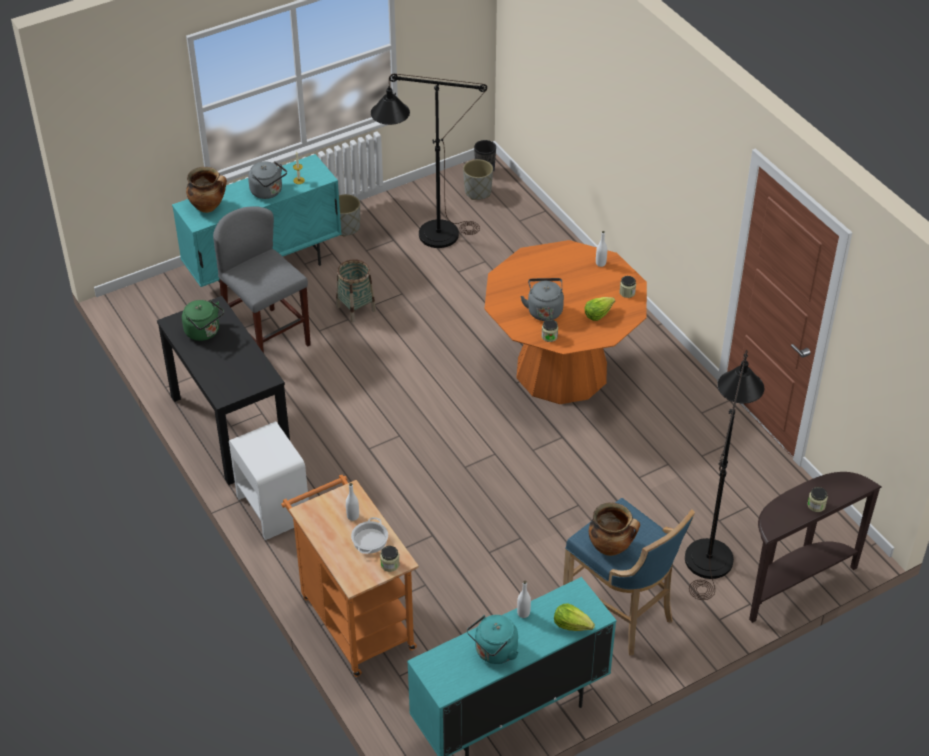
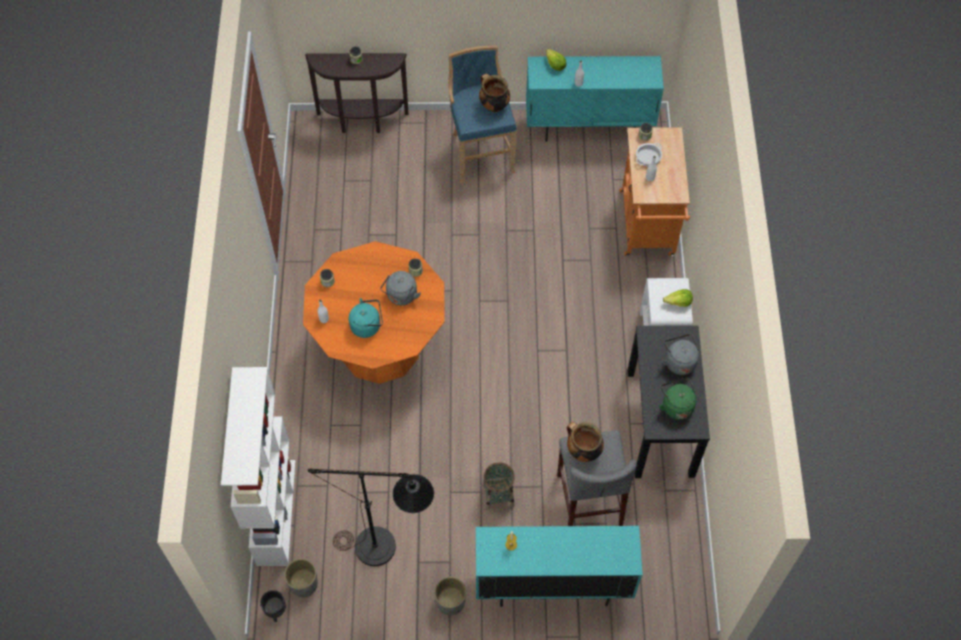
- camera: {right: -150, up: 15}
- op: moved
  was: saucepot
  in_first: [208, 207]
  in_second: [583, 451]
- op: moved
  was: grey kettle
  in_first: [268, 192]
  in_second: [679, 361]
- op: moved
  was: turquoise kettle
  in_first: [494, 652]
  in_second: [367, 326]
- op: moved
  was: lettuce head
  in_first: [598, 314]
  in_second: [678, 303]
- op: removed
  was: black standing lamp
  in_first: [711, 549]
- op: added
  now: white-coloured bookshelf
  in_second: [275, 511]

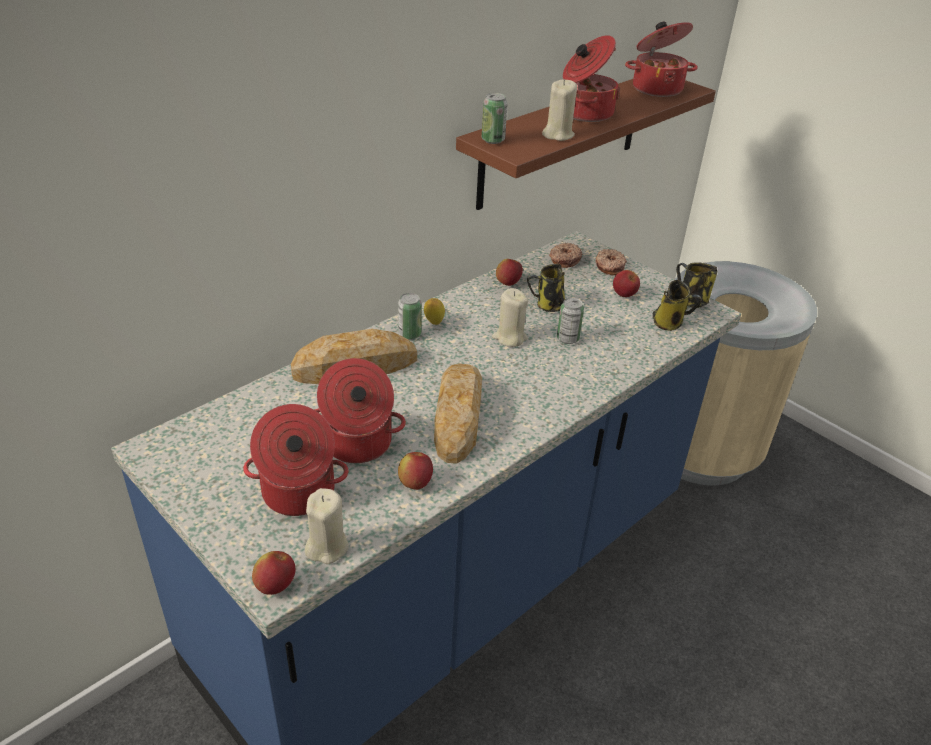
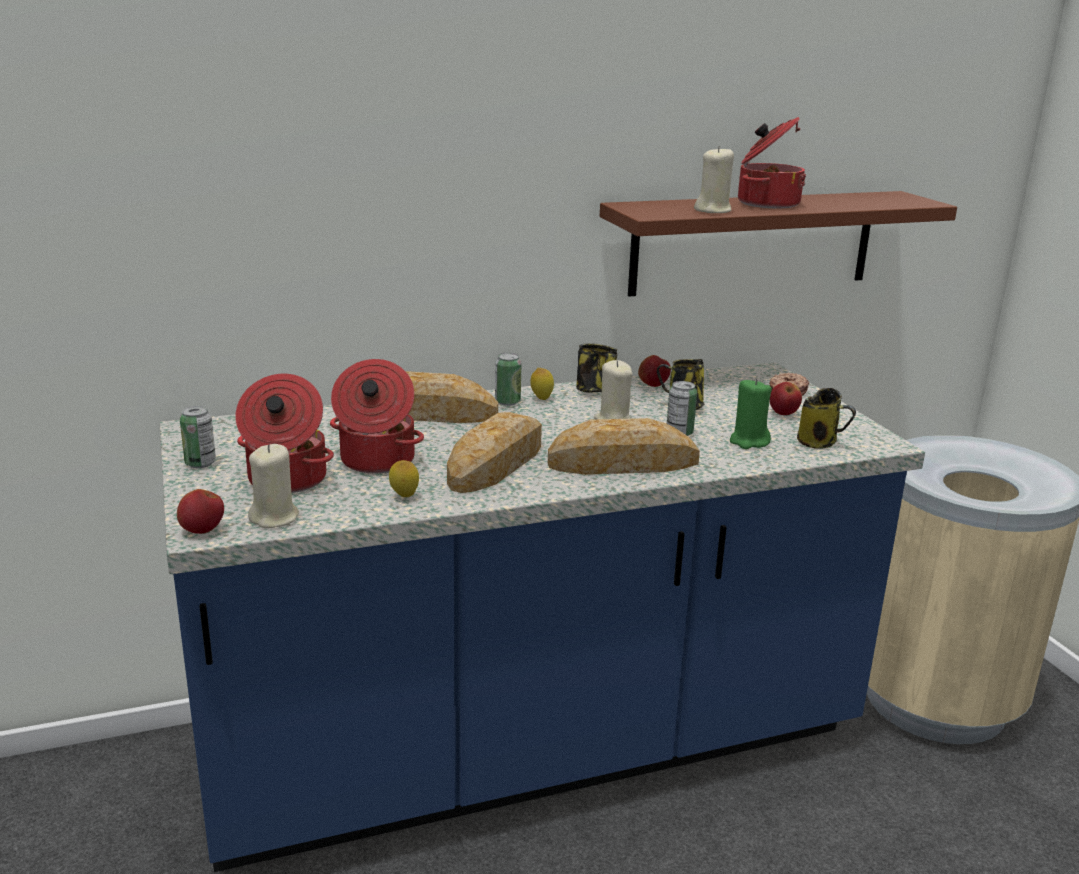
- camera: {right: 25, up: -15}
- op: replaced
  was: apple
  now: lemon
  in_first: [415, 483]
  in_second: [404, 497]
- op: moved
  was: can
  in_first: [493, 140]
  in_second: [200, 463]
- op: removed
  was: donut
  in_first: [564, 260]
- op: removed
  was: saucepot
  in_first: [656, 88]
- op: moved
  was: tea mug
  in_first: [690, 301]
  in_second: [592, 390]
- op: added
  now: baked bread
  in_second: [623, 463]
- op: added
  now: green candle
  in_second: [749, 441]

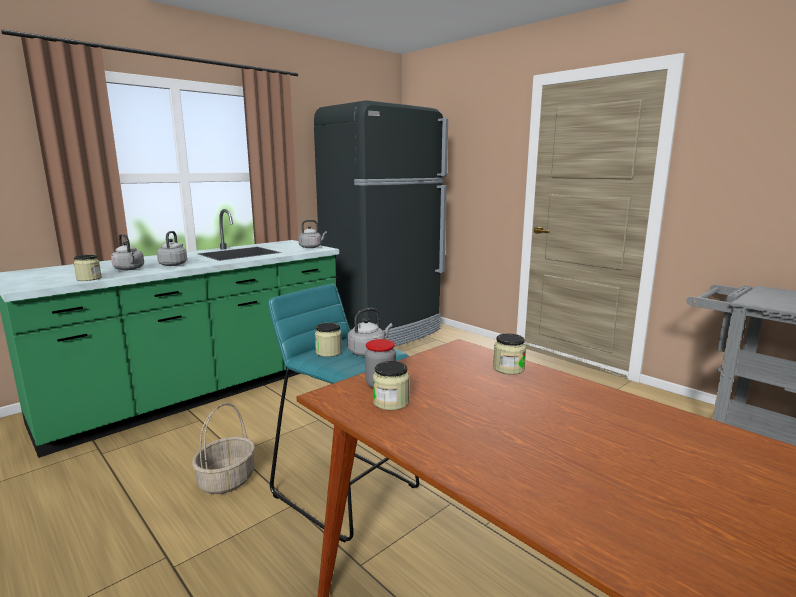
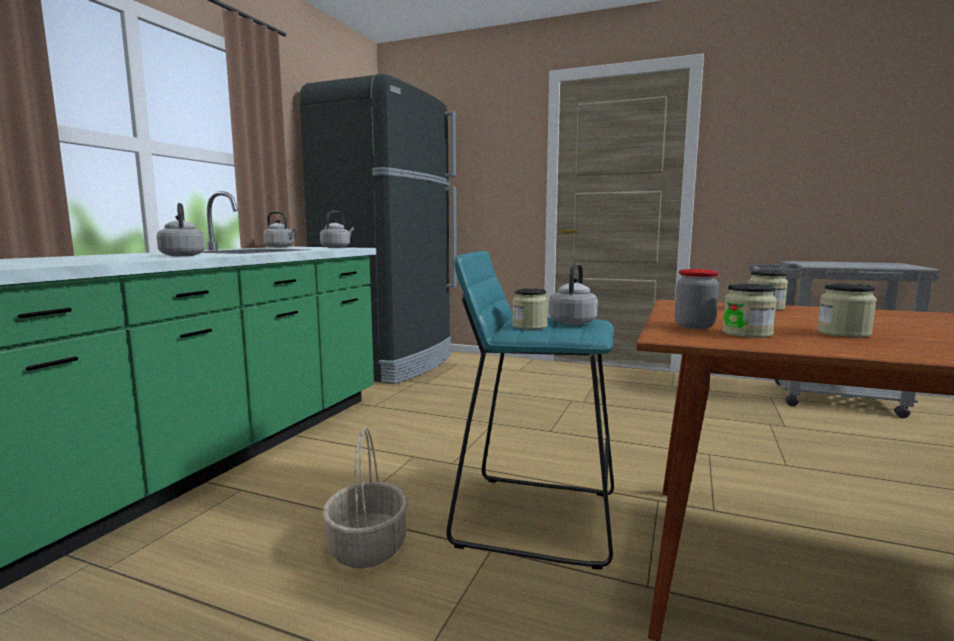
- camera: {right: -25, up: -5}
- op: moved
  was: preserve jar
  in_first: [89, 278]
  in_second: [843, 333]
- op: moved
  was: grey kettle
  in_first: [129, 269]
  in_second: [281, 247]

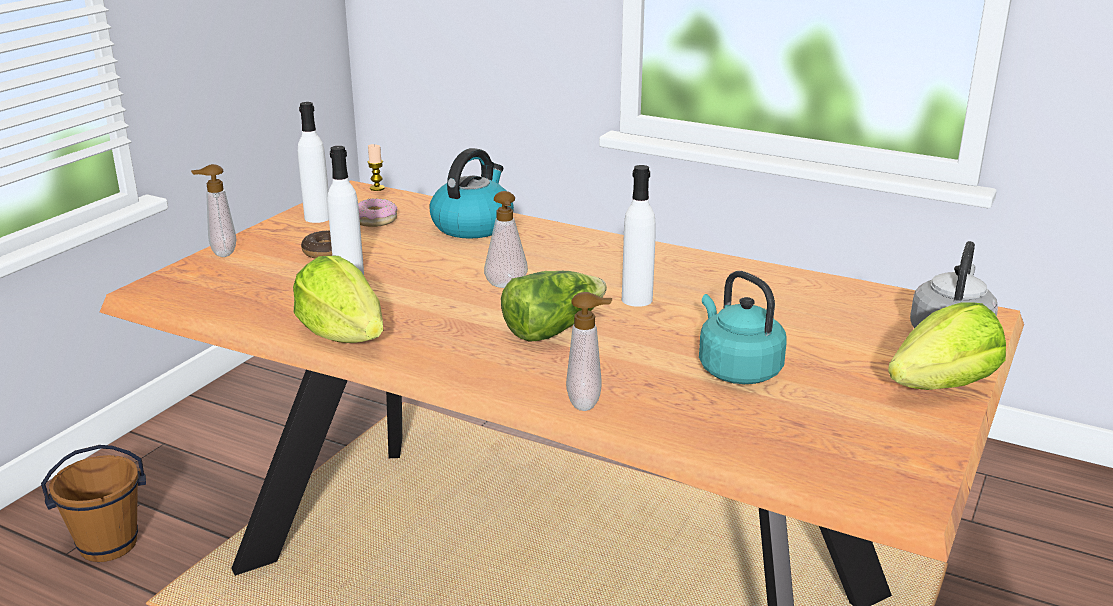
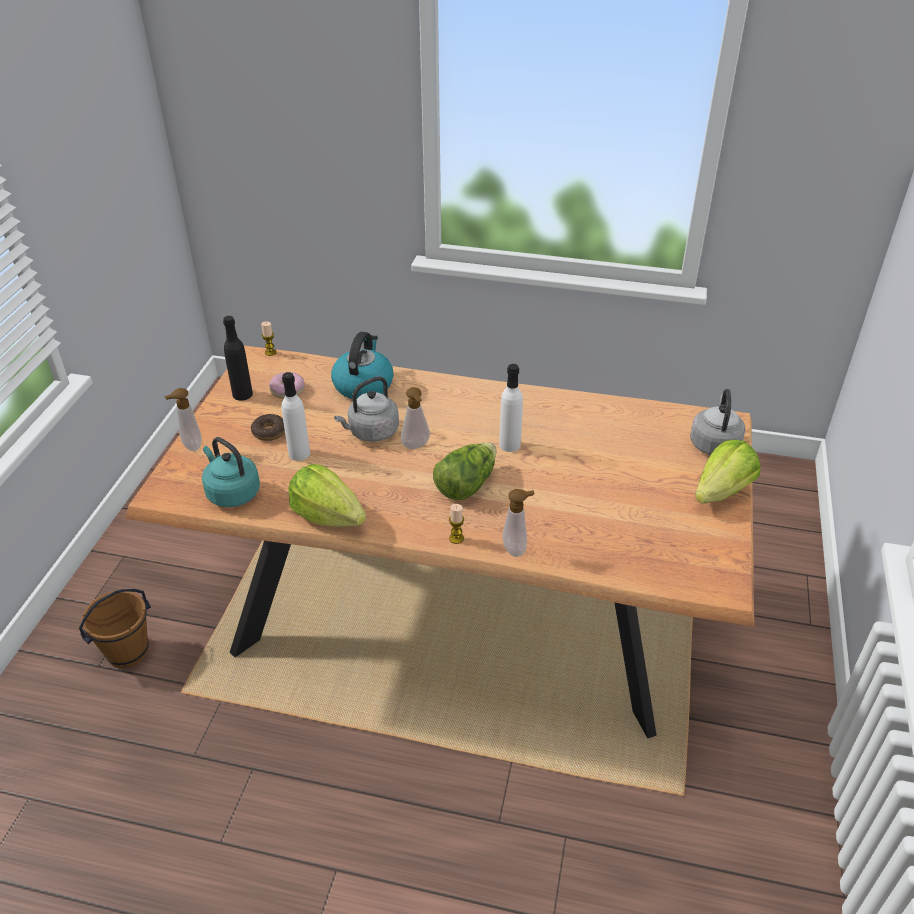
- camera: {right: -15, up: 15}
- op: recoloured
  was: white-coloured beverage bottle
  now: black beverage bottle
  in_first: [317, 218]
  in_second: [242, 394]
- op: moved
  was: turquoise kettle
  in_first: [736, 369]
  in_second: [231, 493]
- op: added
  now: grey kettle
  in_second: [371, 432]
- op: added
  now: candle
  in_second: [456, 538]

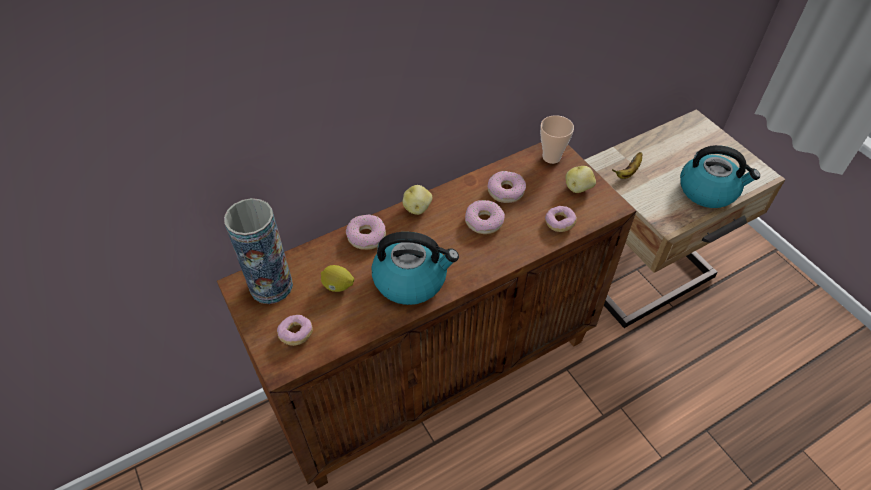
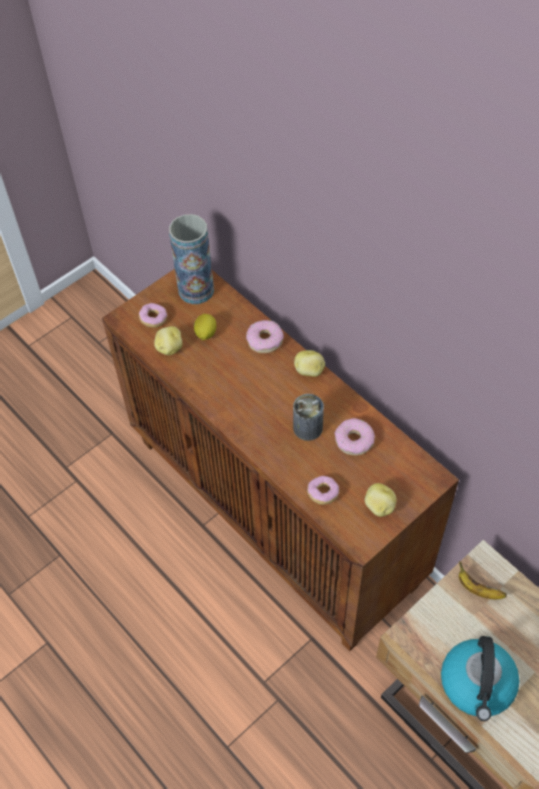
- camera: {right: 80, up: 5}
- op: removed
  was: kettle
  in_first: [411, 279]
- op: replaced
  was: donut
  now: can
  in_first: [484, 221]
  in_second: [308, 428]
- op: removed
  was: drinking cup
  in_first: [551, 157]
- op: added
  now: potato
  in_second: [169, 348]

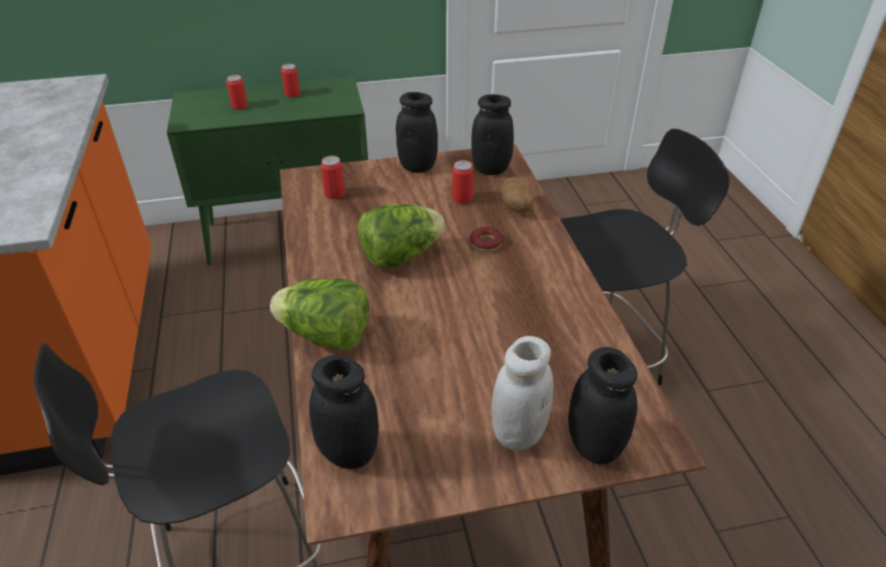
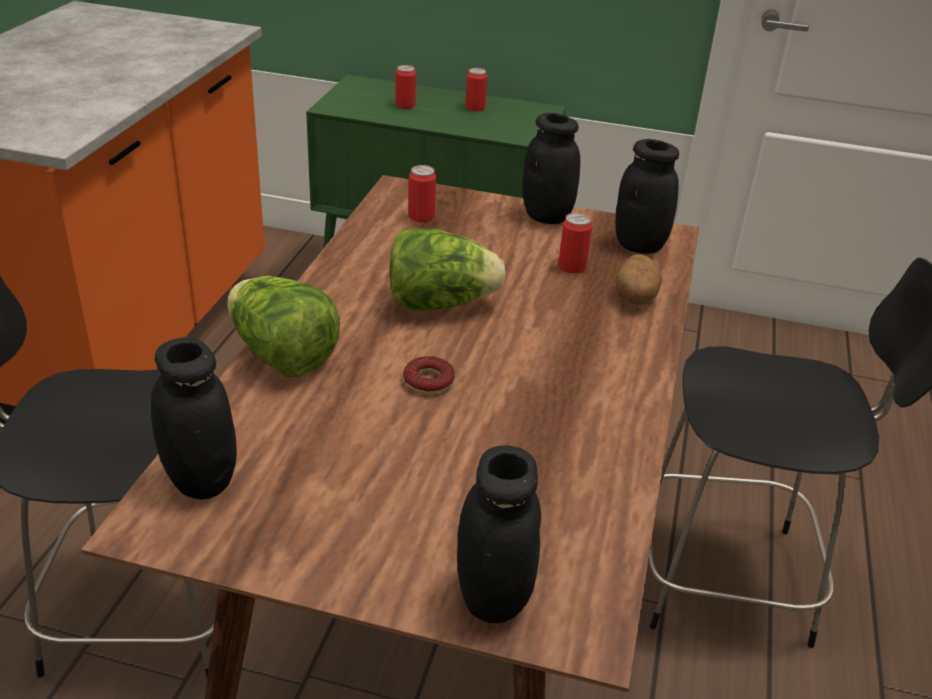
- camera: {right: 25, up: -5}
- op: moved
  was: donut
  in_first: [486, 243]
  in_second: [428, 381]
- op: removed
  was: white-coloured preserve jar
  in_first: [518, 433]

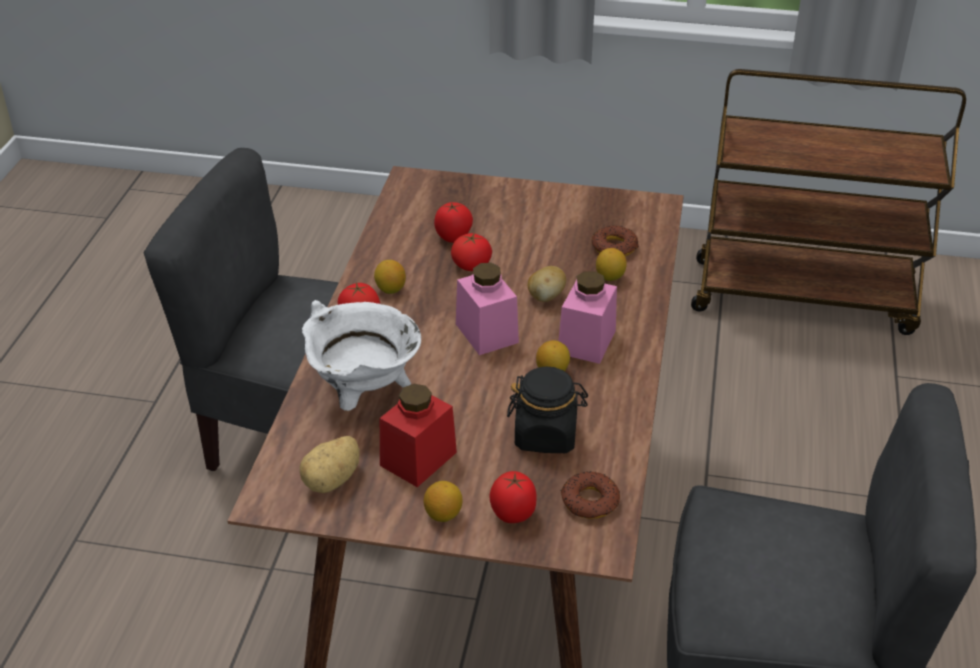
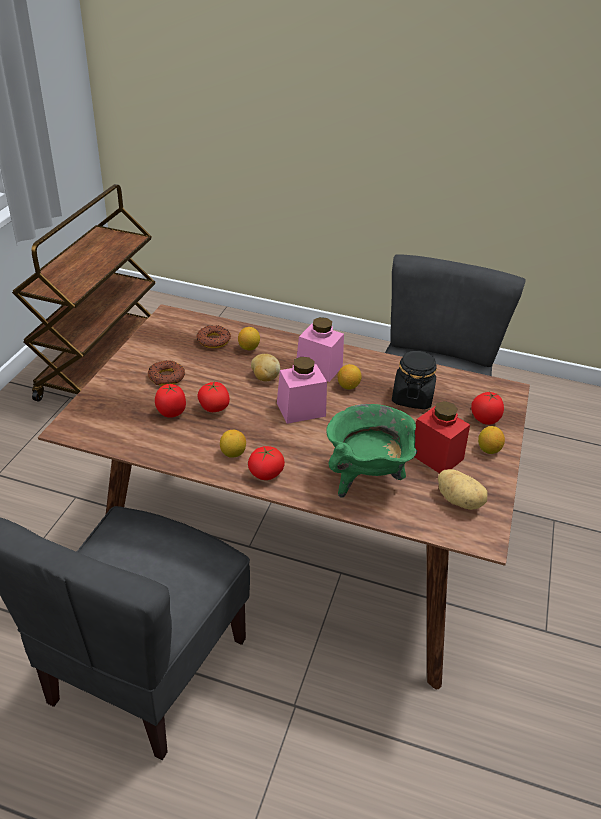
- camera: {right: -85, up: 0}
- op: recoloured
  was: white-coloured saucepot
  now: green saucepot
  in_first: [364, 396]
  in_second: [366, 478]
- op: moved
  was: donut
  in_first: [589, 501]
  in_second: [166, 377]

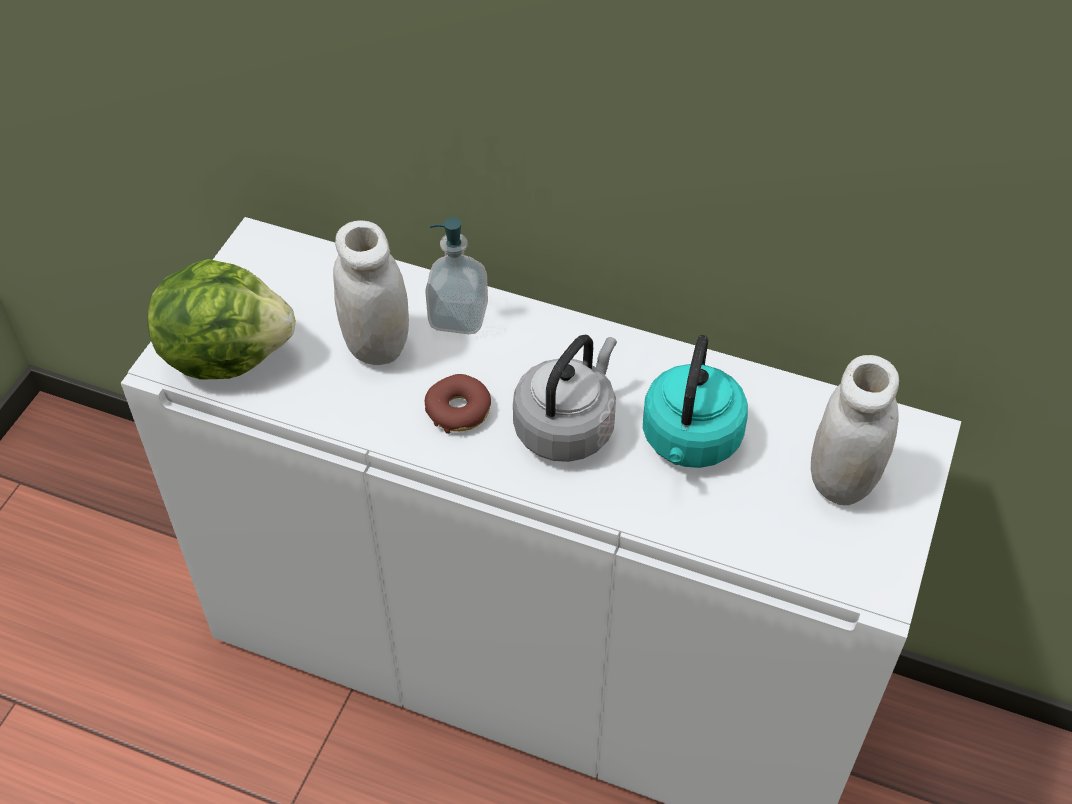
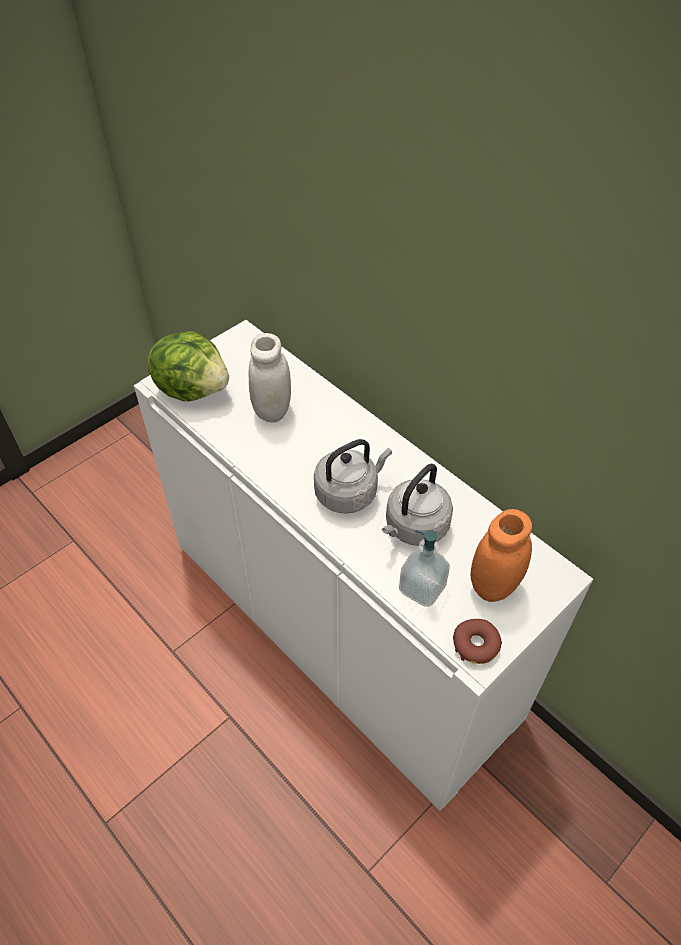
- camera: {right: 25, up: 0}
- op: moved
  was: soap bottle
  in_first: [458, 317]
  in_second: [422, 588]
- op: moved
  was: donut
  in_first: [458, 410]
  in_second: [476, 645]
- op: recoloured
  was: turquoise kettle
  now: grey kettle
  in_first: [690, 442]
  in_second: [414, 527]
- op: recoloured
  was: white-coloured preserve jar
  now: orangey preserve jar
  in_first: [842, 480]
  in_second: [494, 585]

